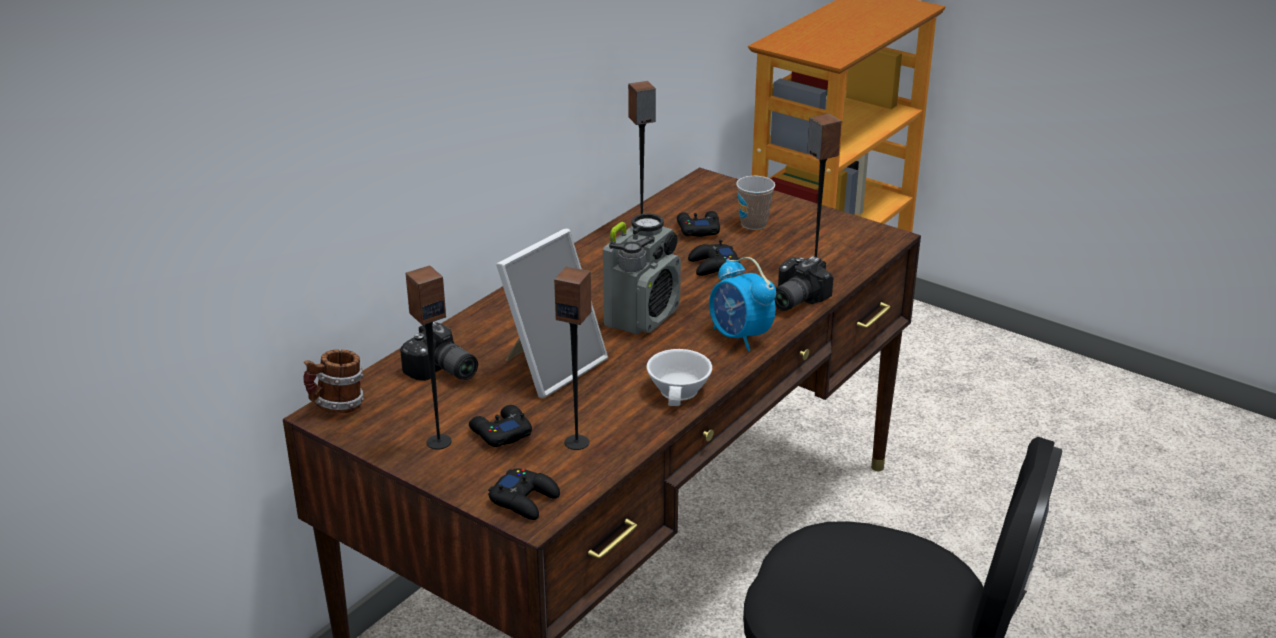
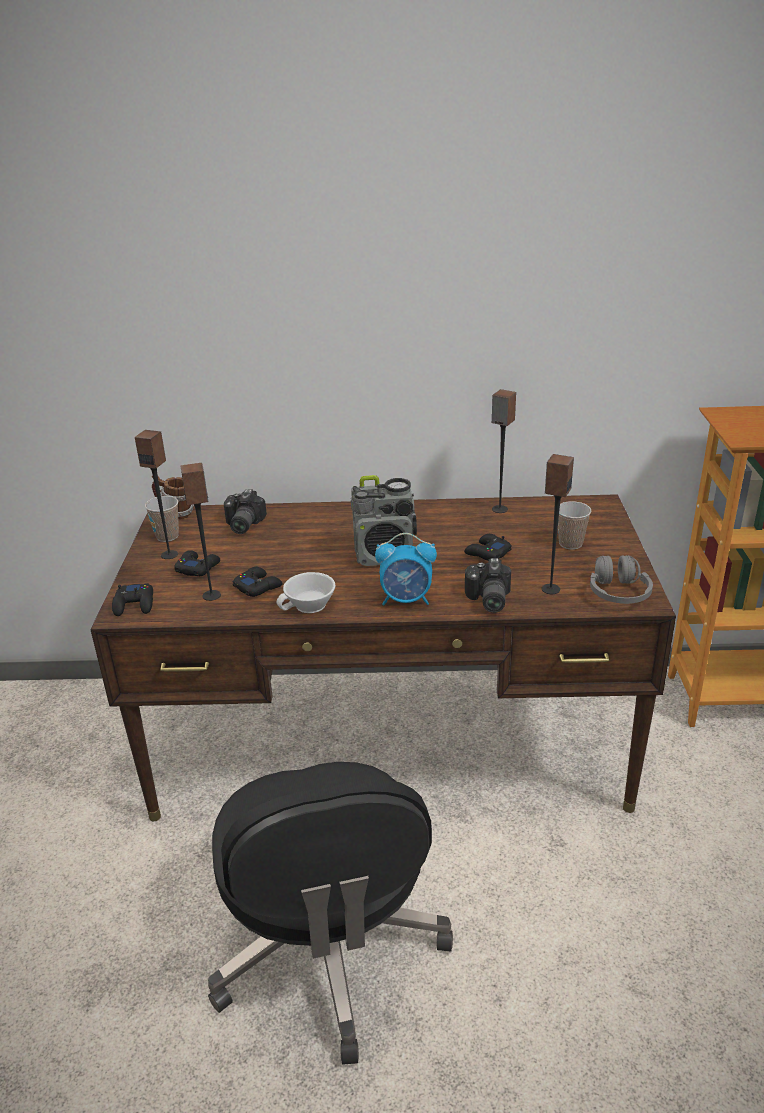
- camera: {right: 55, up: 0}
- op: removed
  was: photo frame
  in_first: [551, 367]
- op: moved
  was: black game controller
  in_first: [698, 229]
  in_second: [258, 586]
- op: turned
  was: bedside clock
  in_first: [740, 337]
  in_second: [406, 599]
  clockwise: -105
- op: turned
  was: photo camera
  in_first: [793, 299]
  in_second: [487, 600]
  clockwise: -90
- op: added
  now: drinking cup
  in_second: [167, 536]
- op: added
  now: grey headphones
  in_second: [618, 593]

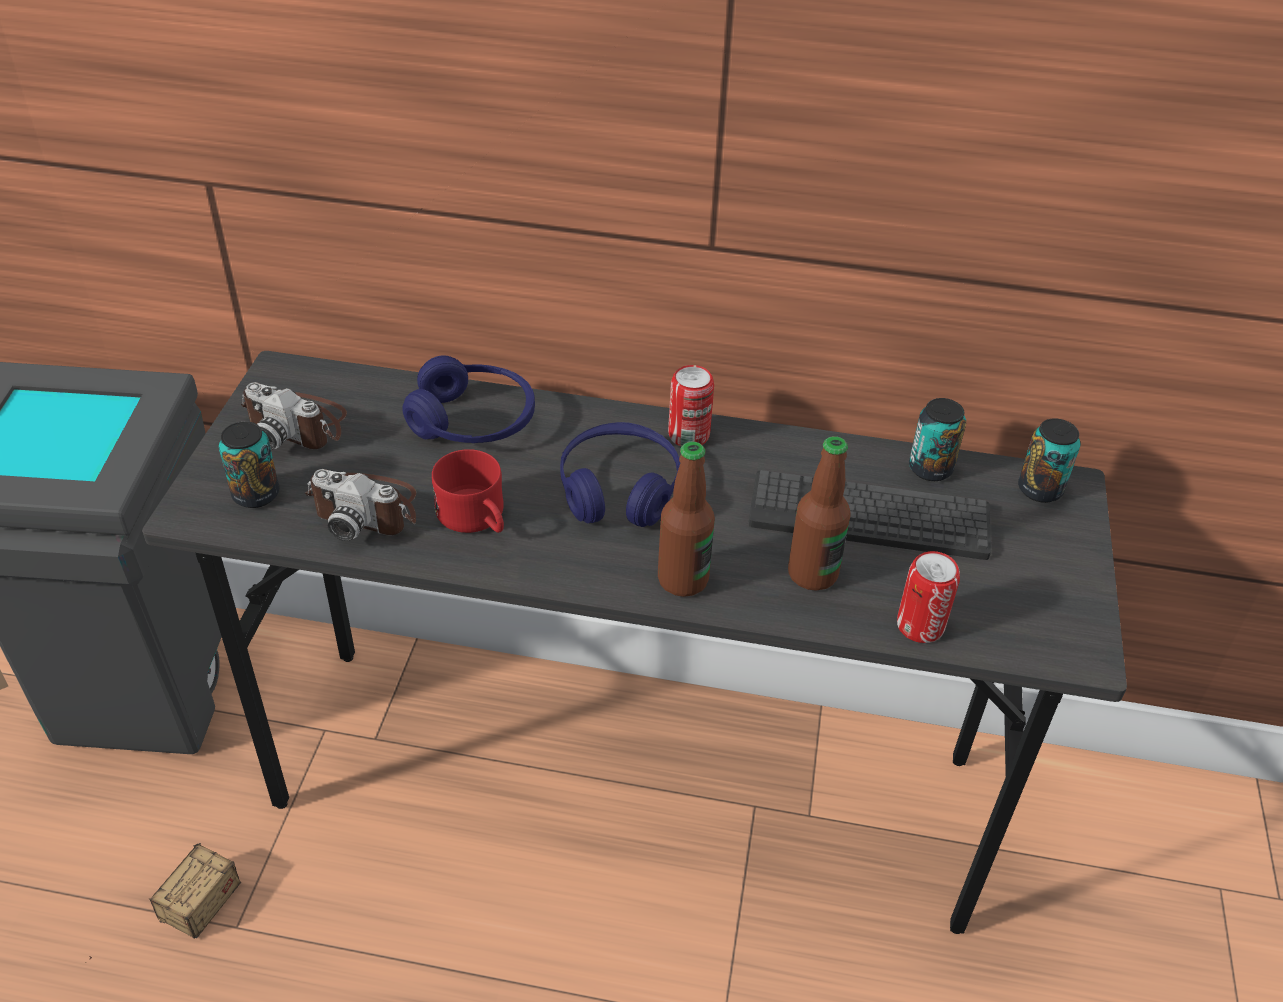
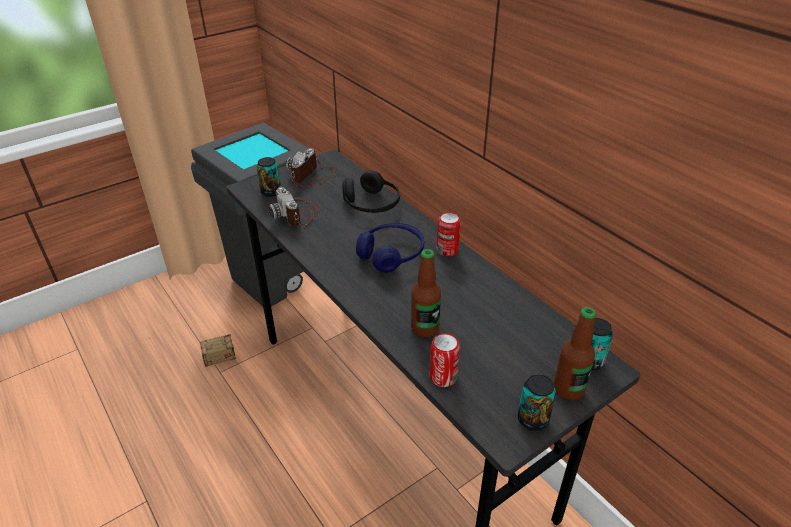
- camera: {right: 45, up: -5}
- op: turned
  was: photo camera
  in_first: [298, 424]
  in_second: [313, 177]
  clockwise: 45
- op: recoloured
  was: blue headphones
  now: black headphones
  in_first: [473, 421]
  in_second: [371, 204]
- op: removed
  was: red-coloured tea mug
  in_first: [477, 519]
- op: moved
  was: beverage bottle
  in_first: [683, 580]
  in_second: [568, 389]
- op: removed
  was: keyboard
  in_first: [869, 517]
- op: moved
  was: can
  in_first: [930, 468]
  in_second: [533, 419]

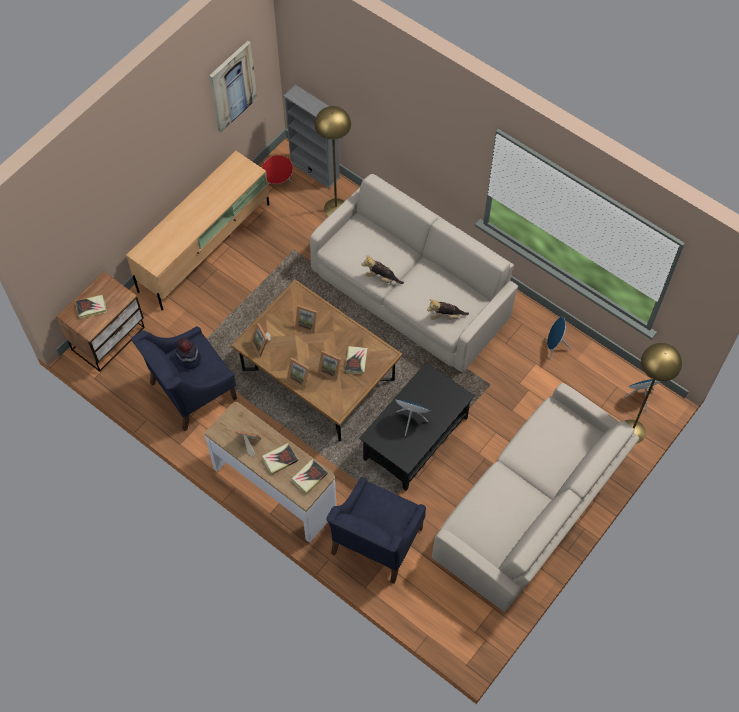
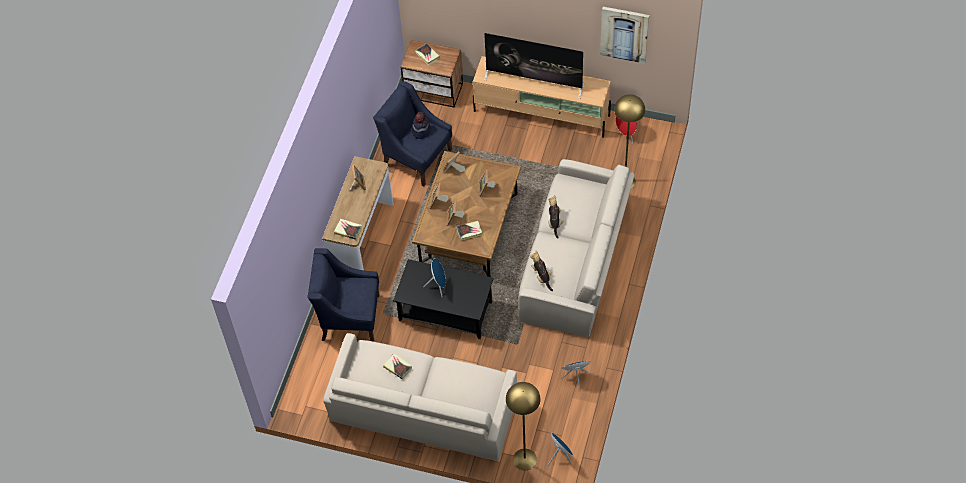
- camera: {right: 70, up: -5}
- op: moved
  was: volume
  in_first: [280, 460]
  in_second: [398, 367]
- op: removed
  was: grey bookshelf
  in_first: [314, 169]
- op: added
  now: TV set
  in_second: [534, 81]

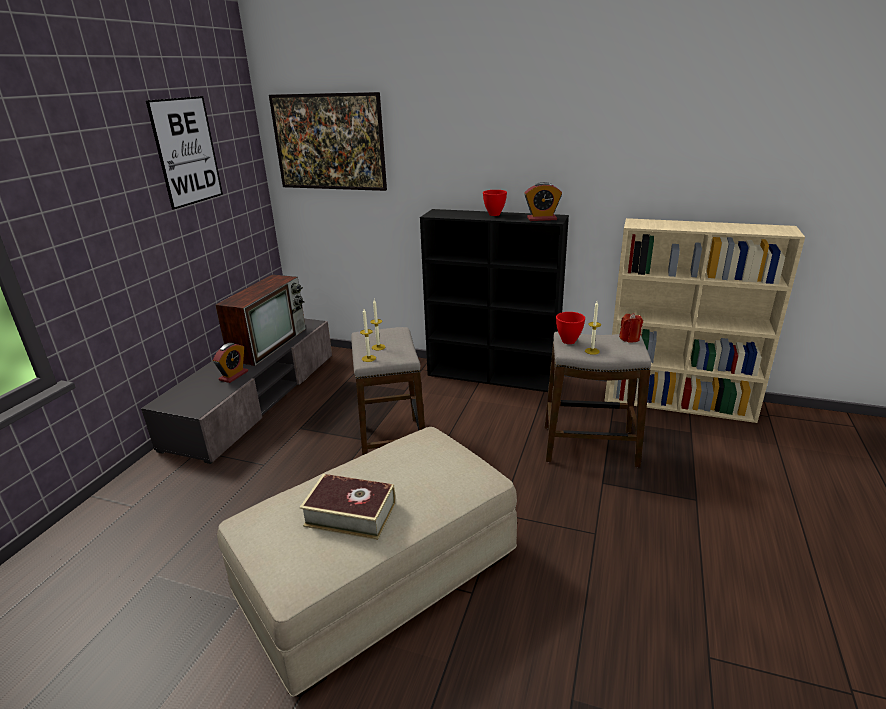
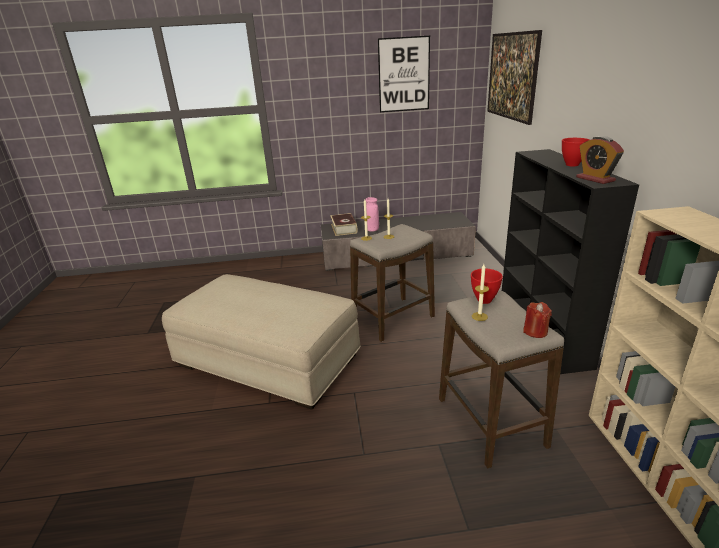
- camera: {right: 65, up: 0}
- op: replaced
  was: bedside clock
  now: pinkish decorative vase
  in_first: [233, 375]
  in_second: [372, 229]
- op: removed
  was: TV set
  in_first: [269, 343]
- op: moved
  was: volume
  in_first: [350, 514]
  in_second: [344, 228]

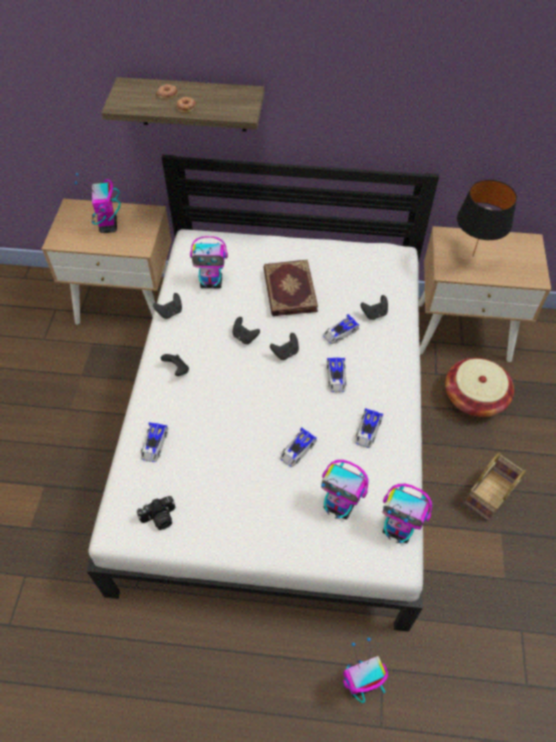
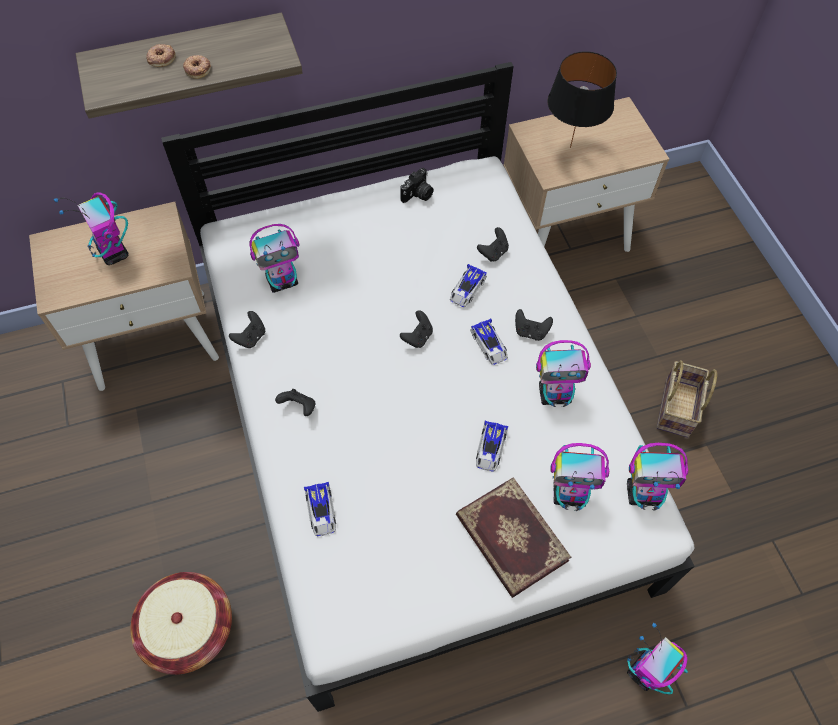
- camera: {right: -25, up: 5}
- op: moved
  was: photo camera
  in_first: [159, 518]
  in_second: [418, 195]
- op: moved
  was: black game controller
  in_first: [244, 337]
  in_second: [530, 332]
- op: moved
  was: volume
  in_first: [288, 290]
  in_second: [510, 539]
- op: replaced
  was: miniature car
  now: model robot
  in_first: [367, 430]
  in_second: [555, 394]
- op: moved
  was: household basket
  in_first: [474, 397]
  in_second: [189, 628]

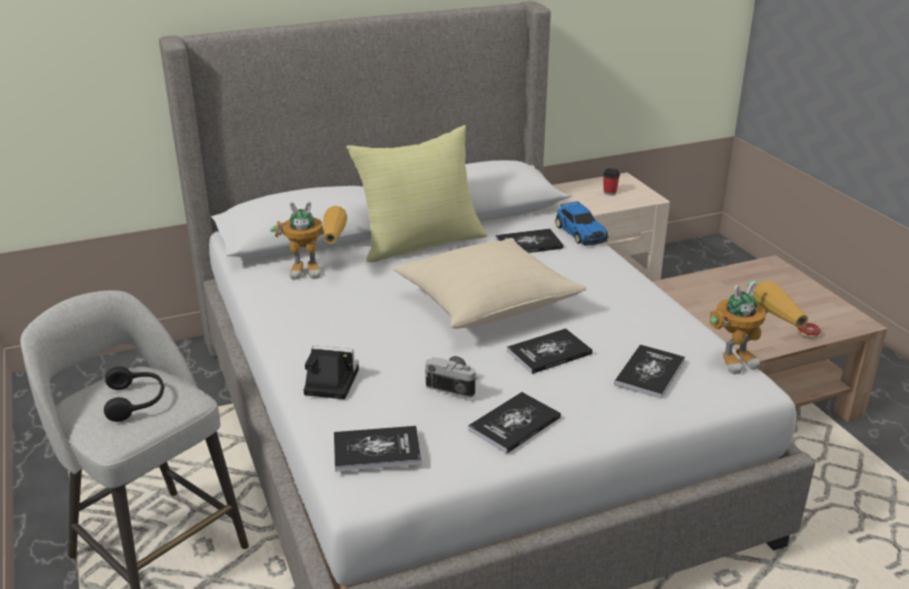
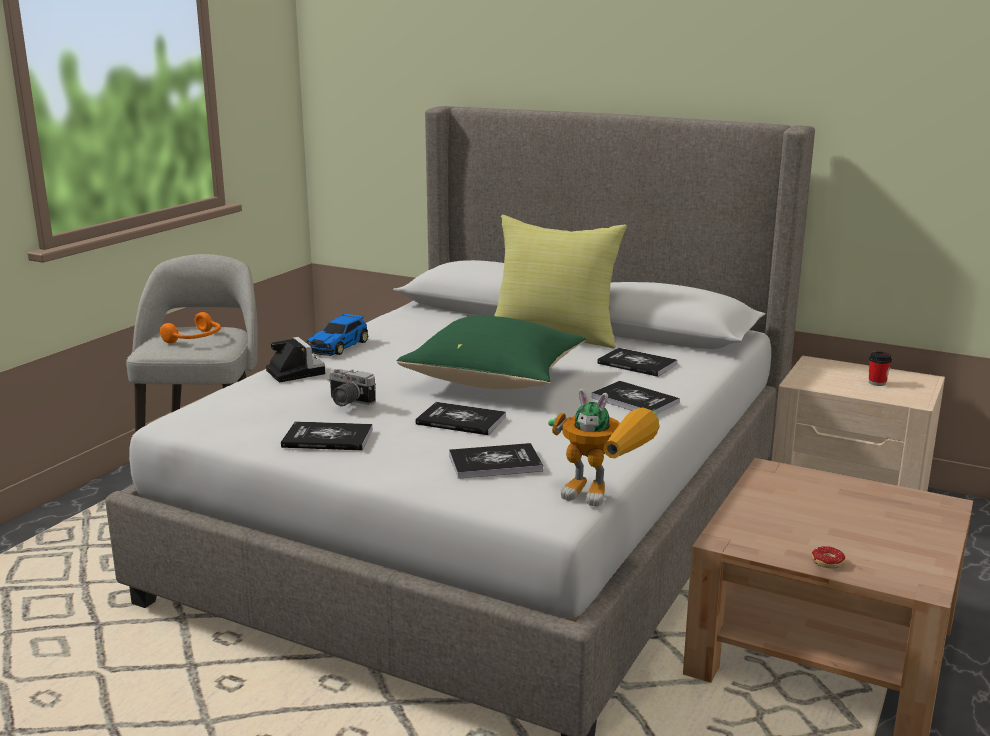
- camera: {right: 50, up: -10}
- op: recoloured
  was: black headphones
  now: orangey headphones
  in_first: [136, 401]
  in_second: [196, 339]
- op: removed
  was: model robot
  in_first: [318, 271]
- op: moved
  was: volume
  in_first: [376, 450]
  in_second: [635, 400]
- op: recoloured
  was: beige-coloured cushion
  now: green cushion
  in_first: [487, 305]
  in_second: [496, 380]
- op: turned
  was: photo camera
  in_first: [454, 384]
  in_second: [347, 402]
  clockwise: 135
- op: moved
  was: miniature car
  in_first: [580, 232]
  in_second: [339, 346]

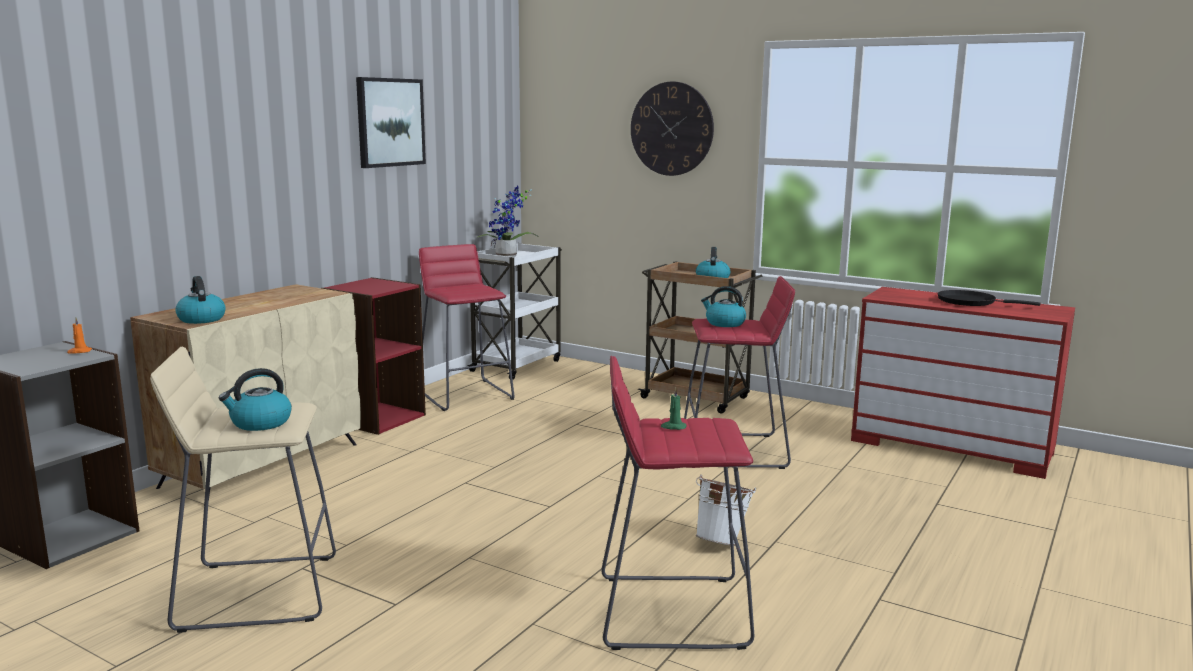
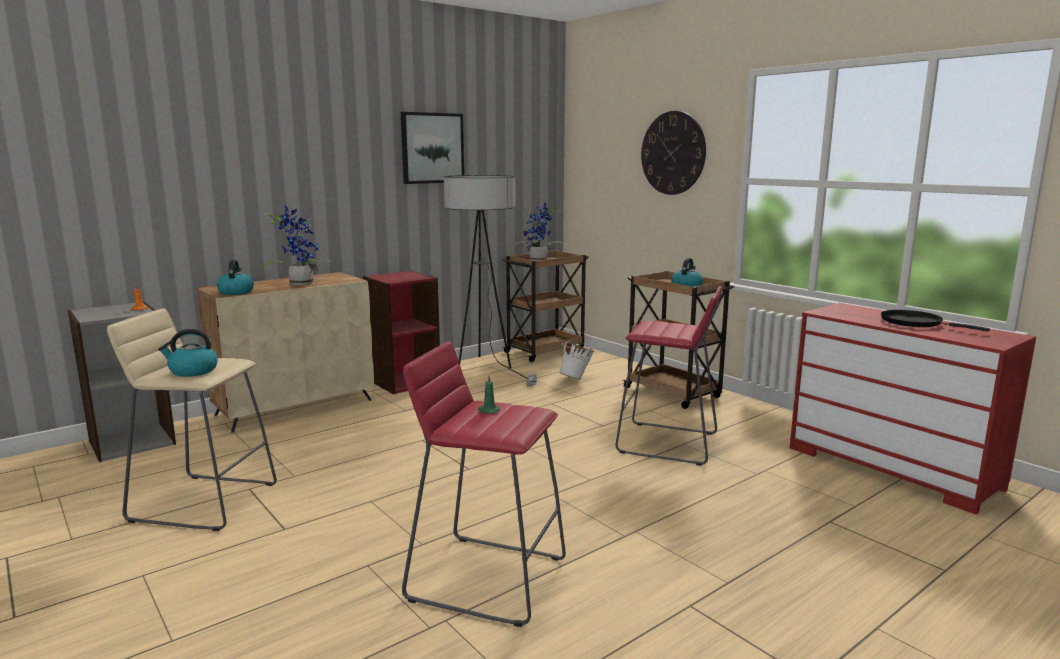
- camera: {right: 20, up: 0}
- op: replaced
  was: red-coloured sitting stool
  now: standing lamp
  in_first: [465, 394]
  in_second: [485, 370]
- op: recoloured
  was: white-coloured wheeled cart
  now: brownish wheeled cart
  in_first: [517, 365]
  in_second: [545, 351]
- op: moved
  was: white-coloured water bucket
  in_first: [722, 541]
  in_second: [576, 378]
- op: removed
  was: kettle
  in_first: [724, 323]
- op: added
  now: potted plant
  in_second: [300, 283]

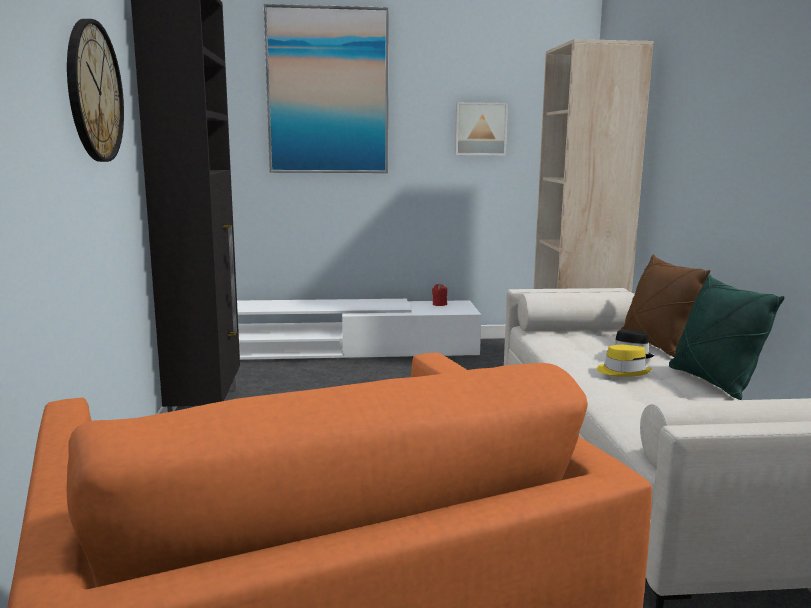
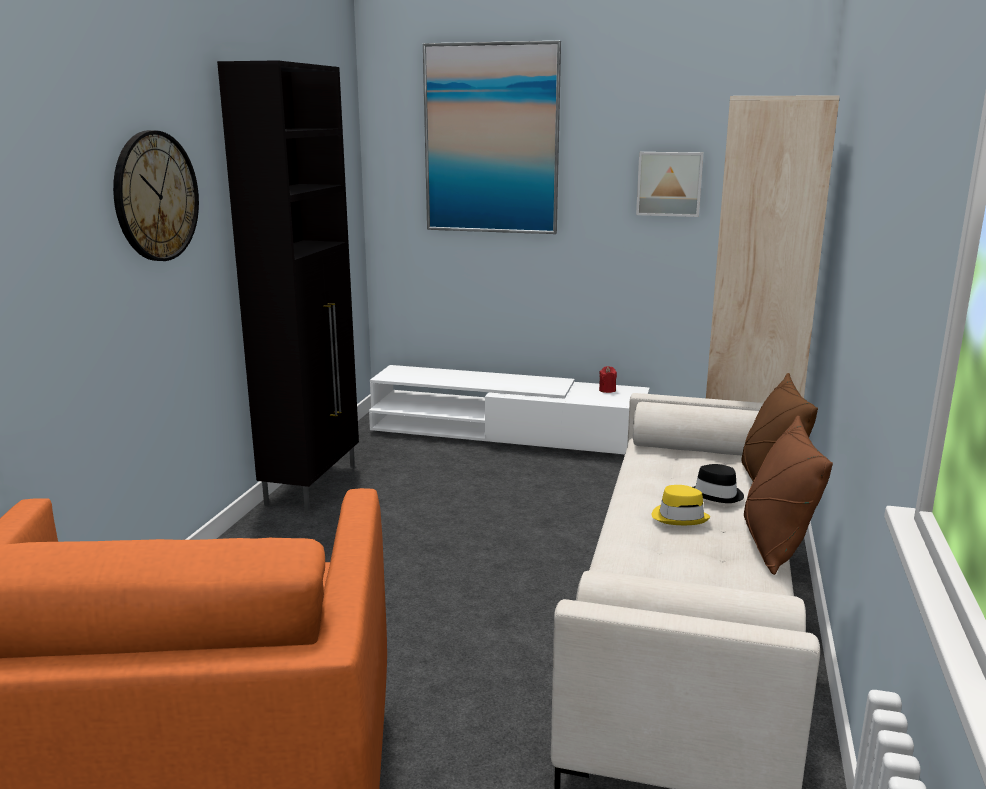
- camera: {right: 20, up: 5}
- op: recoloured
  was: green cushion
  now: brownish cushion
  in_first: [713, 382]
  in_second: [774, 546]

